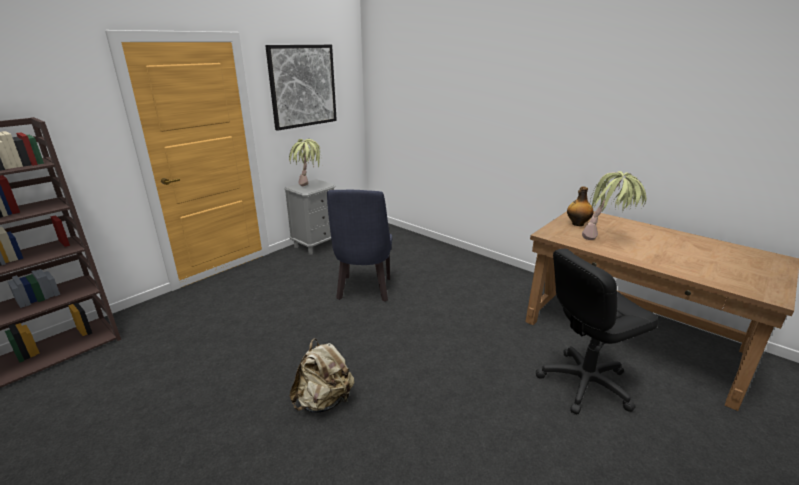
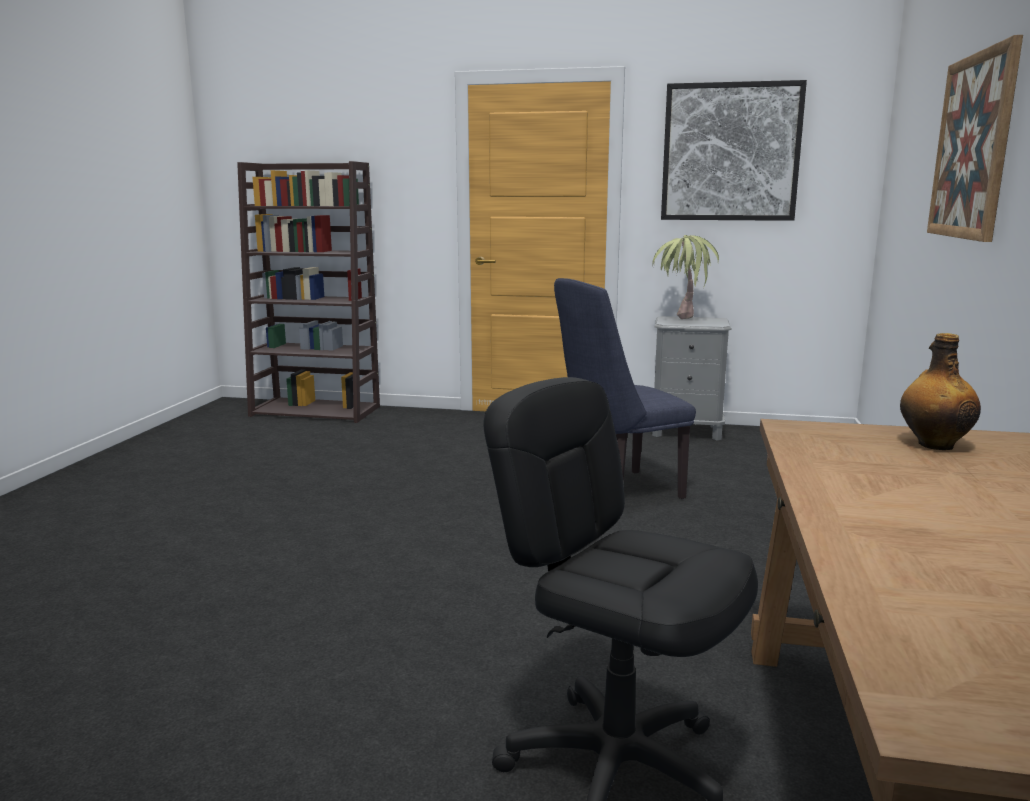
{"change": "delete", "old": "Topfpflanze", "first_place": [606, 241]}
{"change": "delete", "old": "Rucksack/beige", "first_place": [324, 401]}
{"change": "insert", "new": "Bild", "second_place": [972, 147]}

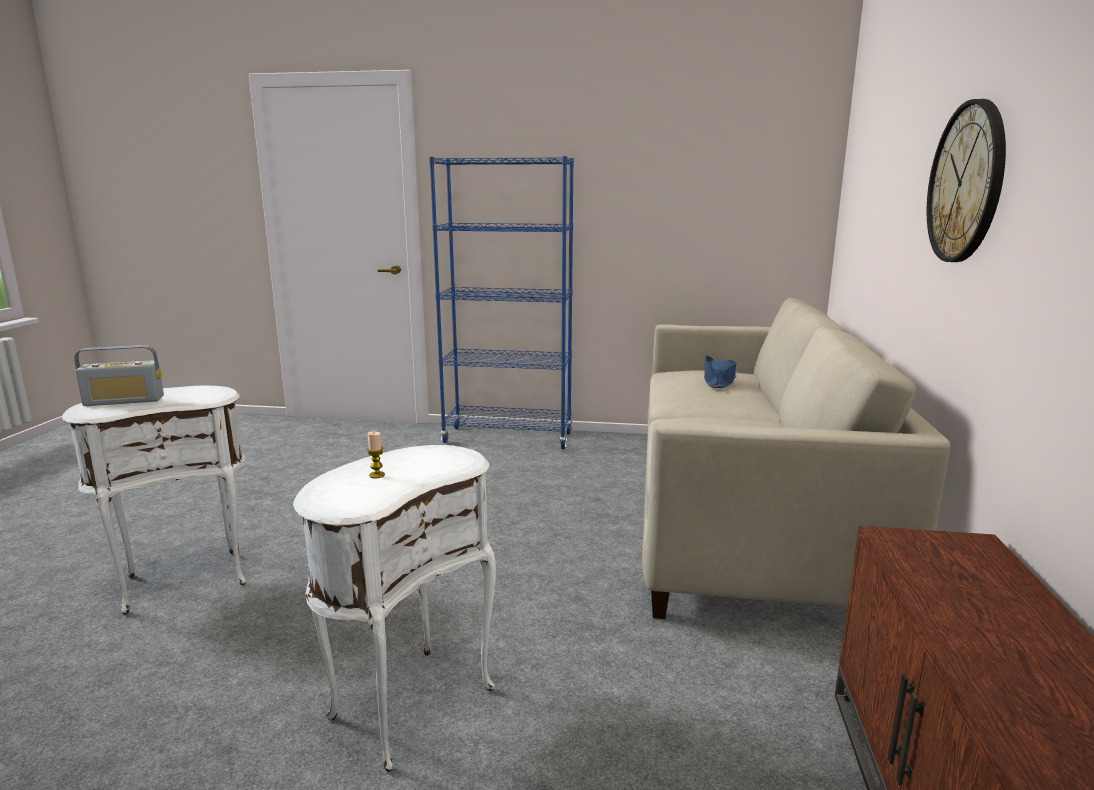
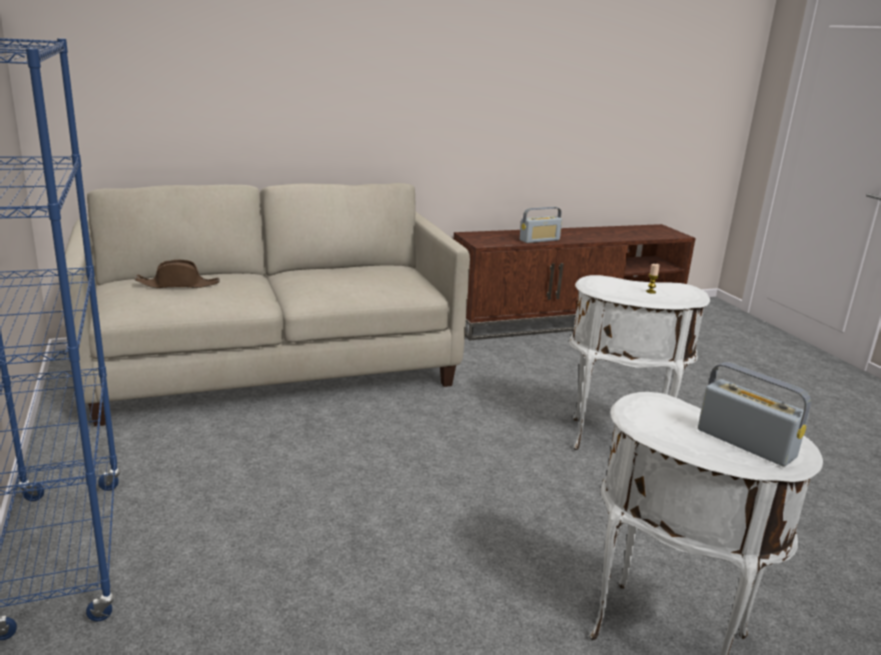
{"change": "delete", "old": "Wanduhr", "first_place": [966, 183]}
{"change": "recolor", "old": "Hut/blau", "new": "Hut/braun", "first_place": [718, 381], "second_place": [178, 285]}
{"change": "insert", "new": "Radio", "second_place": [539, 240]}

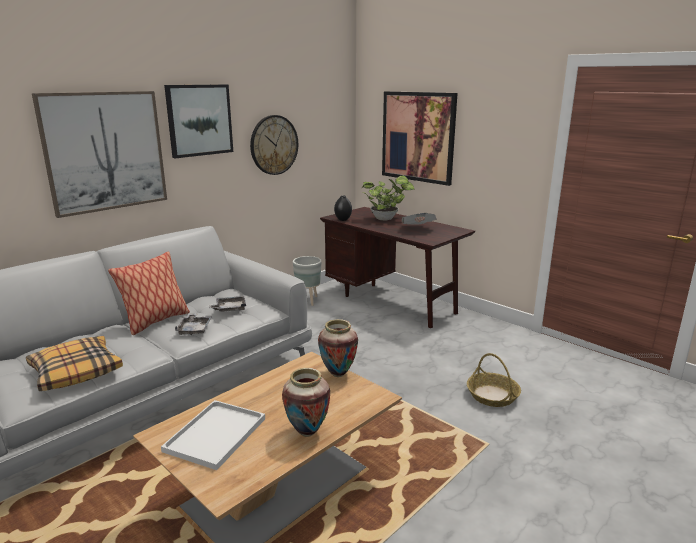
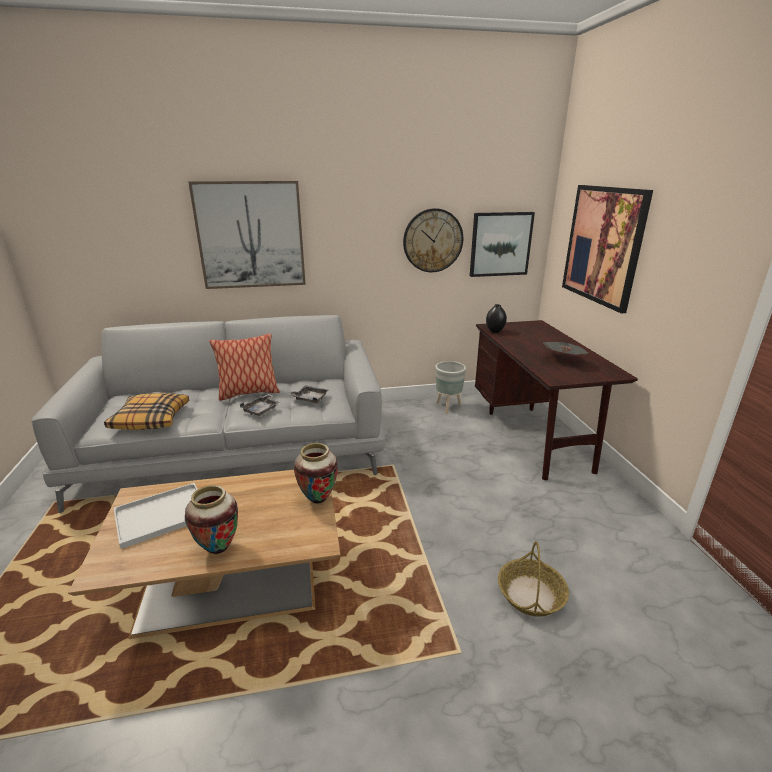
{"change": "move", "old": "Bild", "first_place": [199, 120], "second_place": [500, 244]}
{"change": "delete", "old": "Topfpflanze", "first_place": [386, 219]}

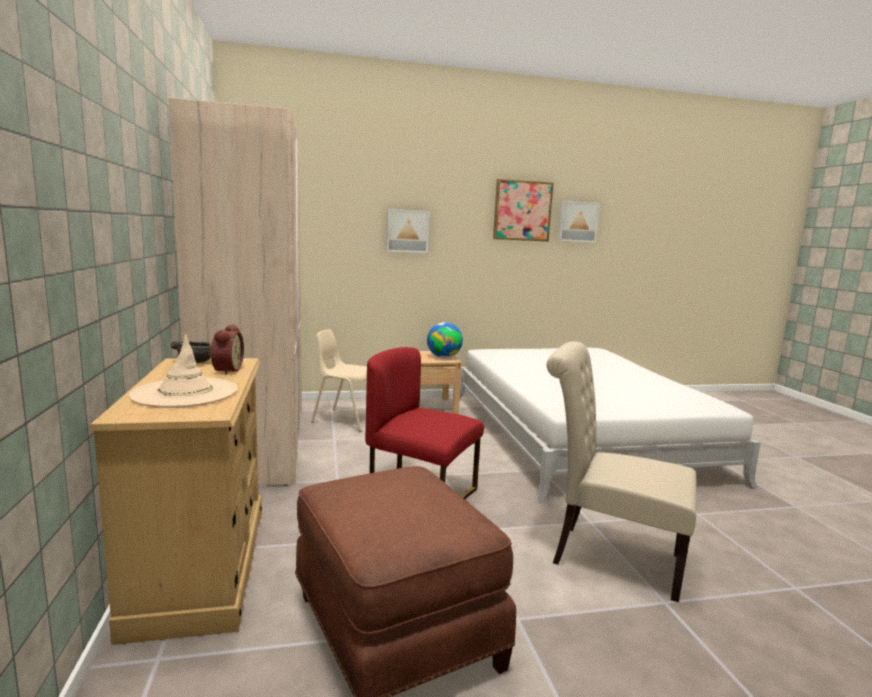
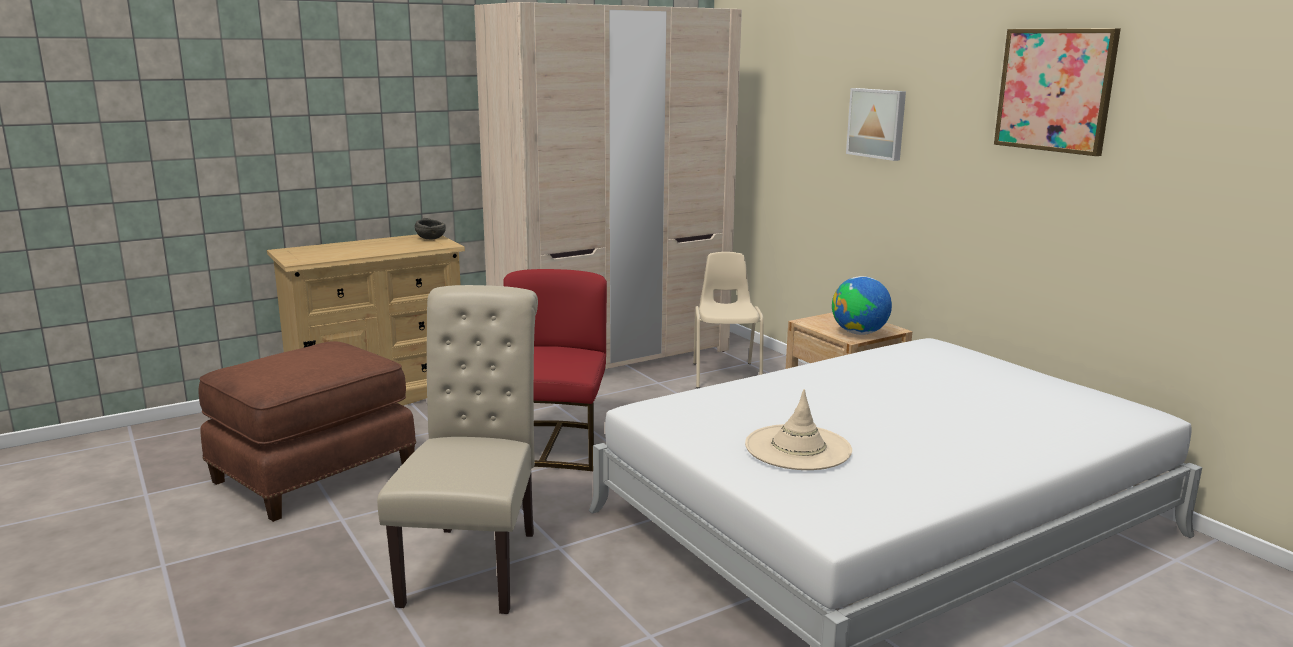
{"change": "delete", "old": "Bild", "first_place": [577, 221]}
{"change": "delete", "old": "Wecker", "first_place": [225, 370]}
{"change": "move", "old": "Hut/beige", "first_place": [185, 393], "second_place": [798, 448]}

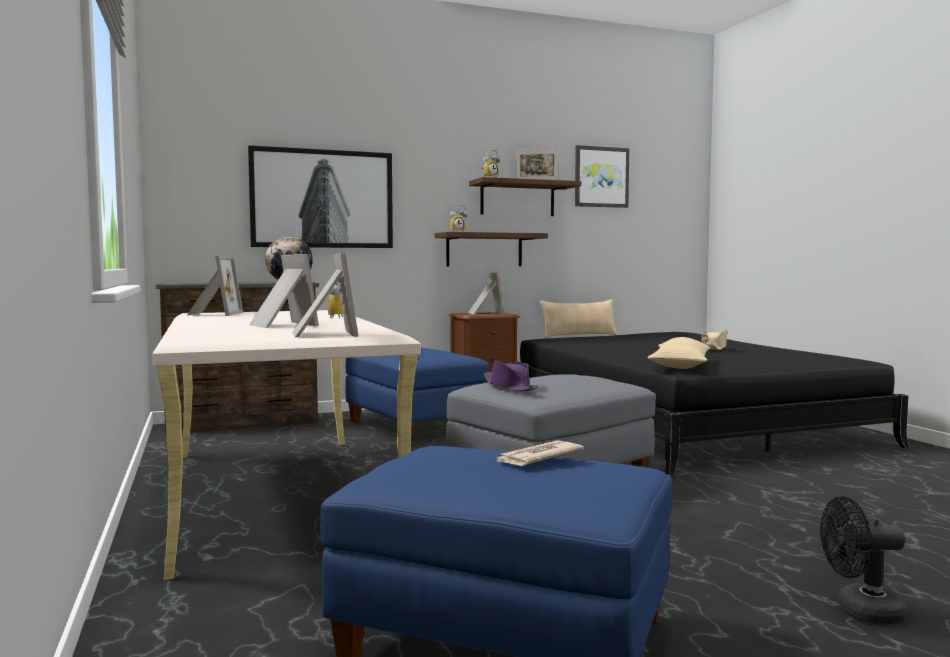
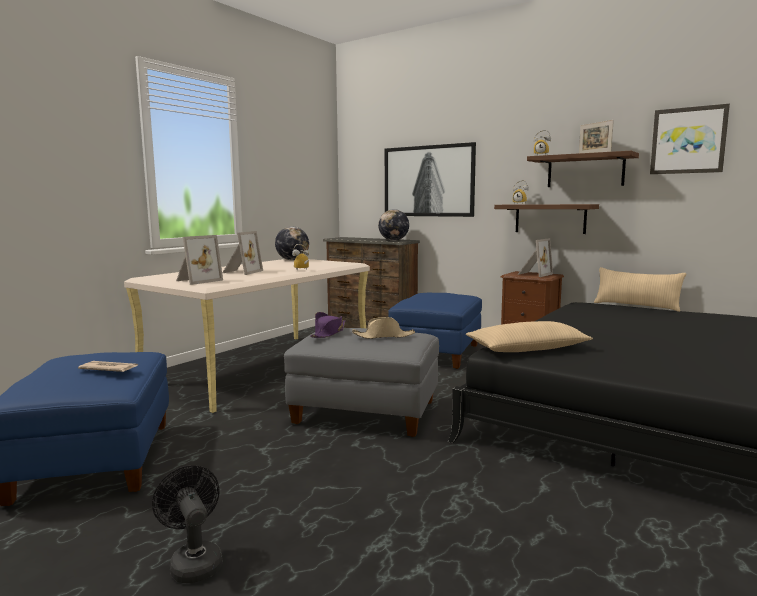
{"change": "replace", "old": "Bilderrahmen", "new": "Globus", "first_place": [213, 314], "second_place": [292, 260]}
{"change": "move", "old": "Hut/beige", "first_place": [714, 348], "second_place": [384, 336]}

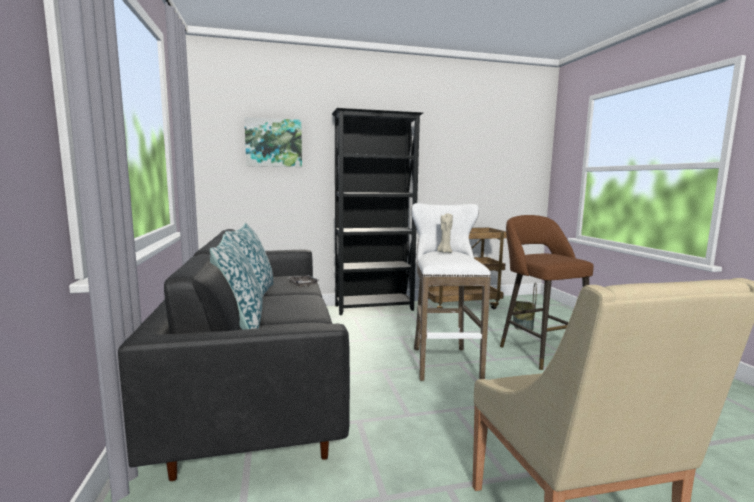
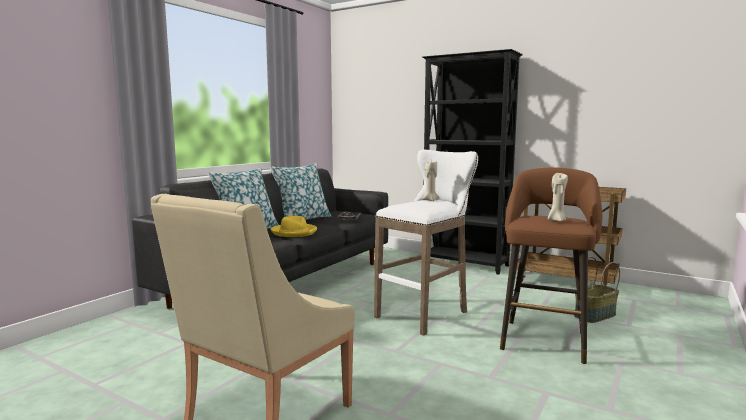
{"change": "delete", "old": "Bild", "first_place": [274, 143]}
{"change": "insert", "new": "Kerze/beige", "second_place": [556, 220]}
{"change": "insert", "new": "Hut/gelb", "second_place": [294, 232]}

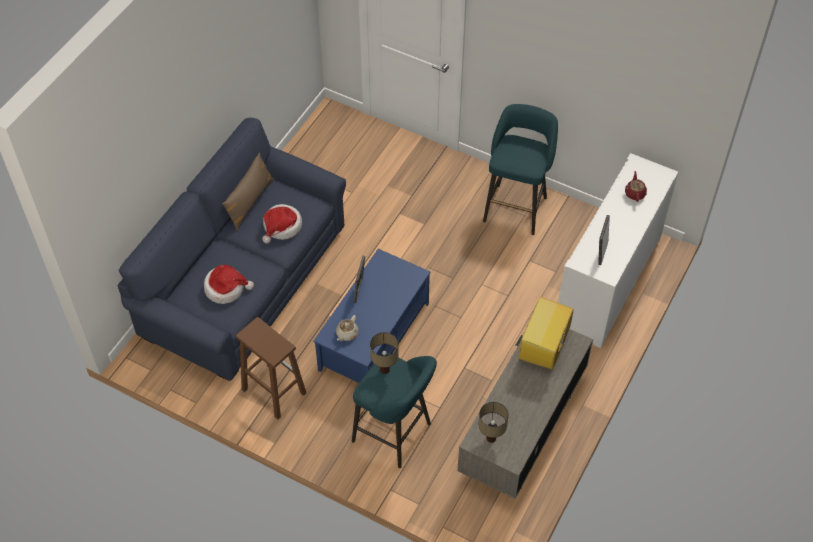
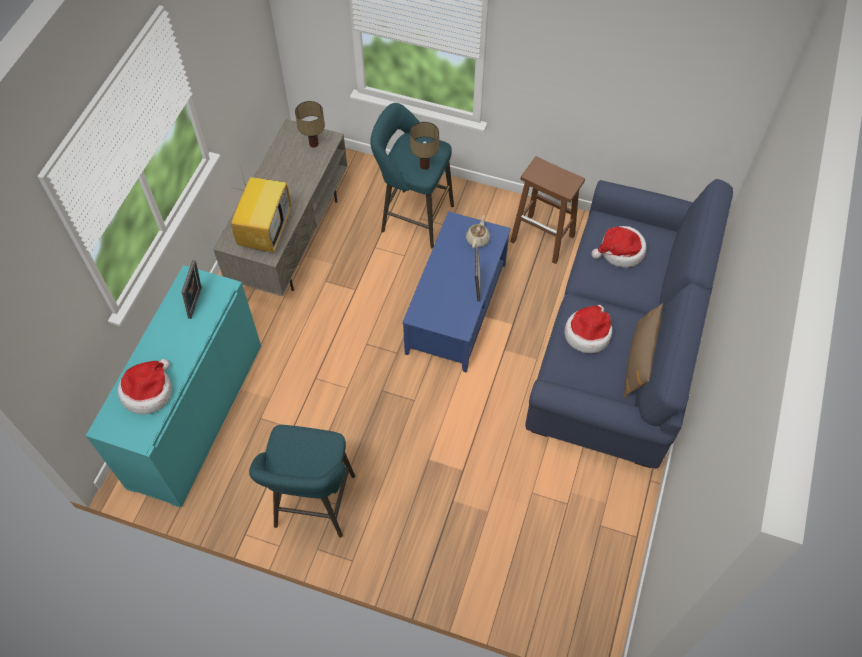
{"change": "recolor", "old": "Schrank/weiß", "new": "Schrank/türkis", "first_place": [608, 281], "second_place": [196, 415]}
{"change": "replace", "old": "Teekanne/rot", "new": "Hut", "first_place": [635, 193], "second_place": [148, 391]}

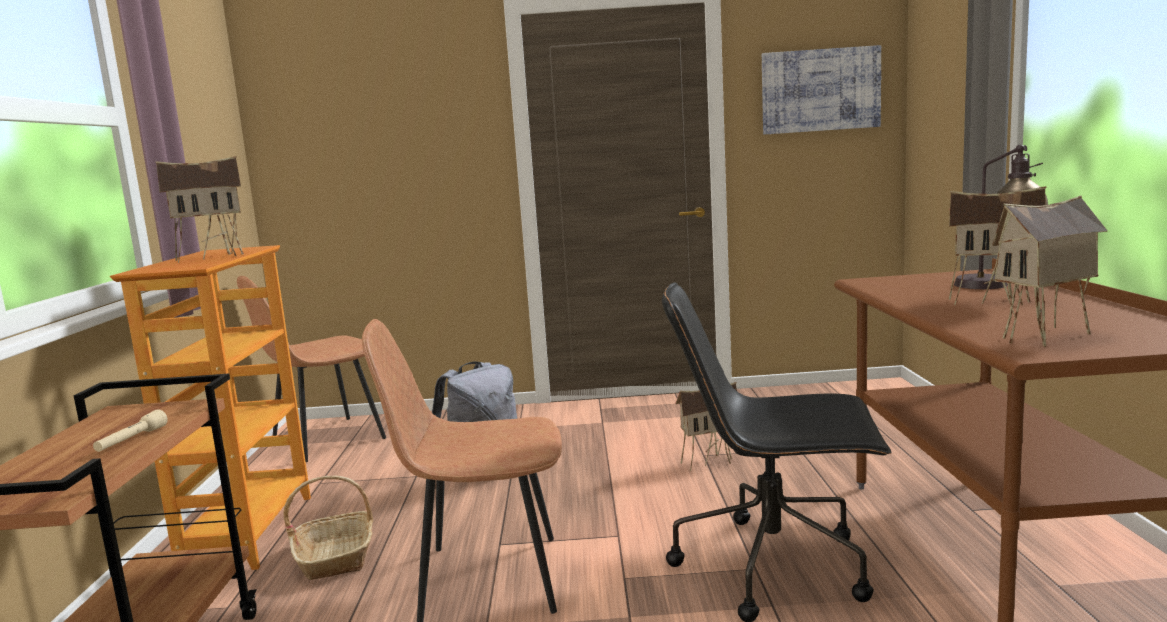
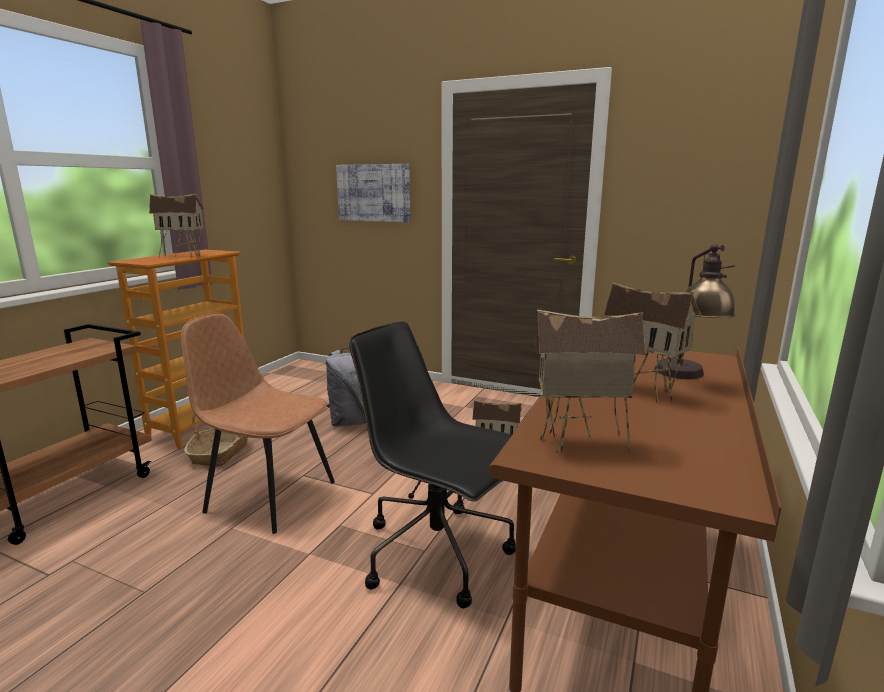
{"change": "move", "old": "Bild", "first_place": [820, 90], "second_place": [373, 193]}
{"change": "delete", "old": "Stuhl/braun", "first_place": [325, 440]}
{"change": "delete", "old": "Taschenlampe/beige", "first_place": [131, 440]}

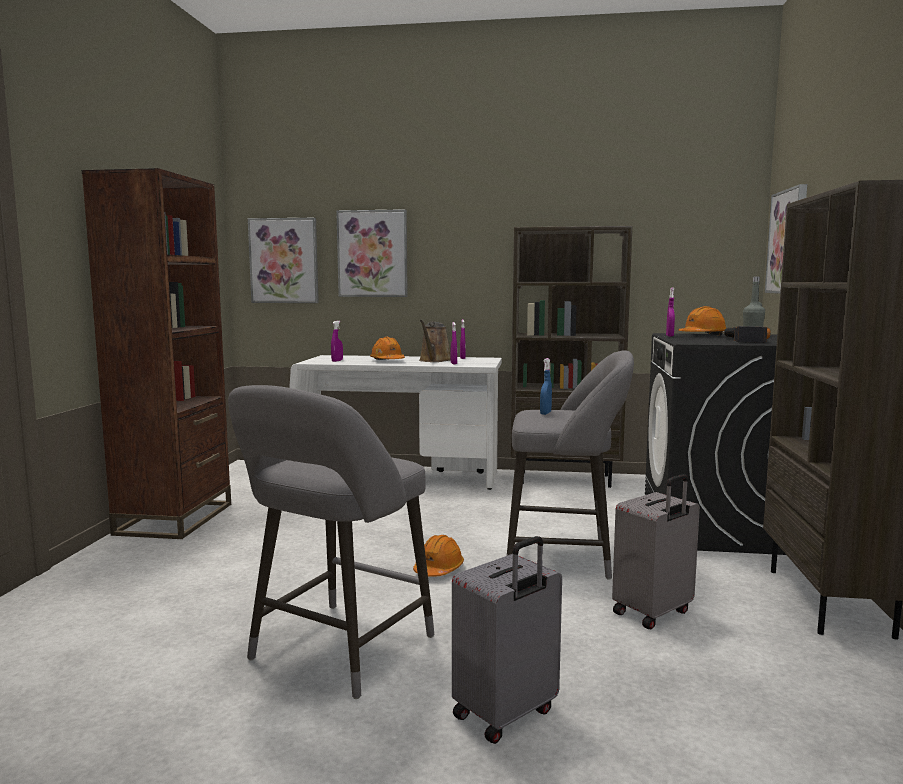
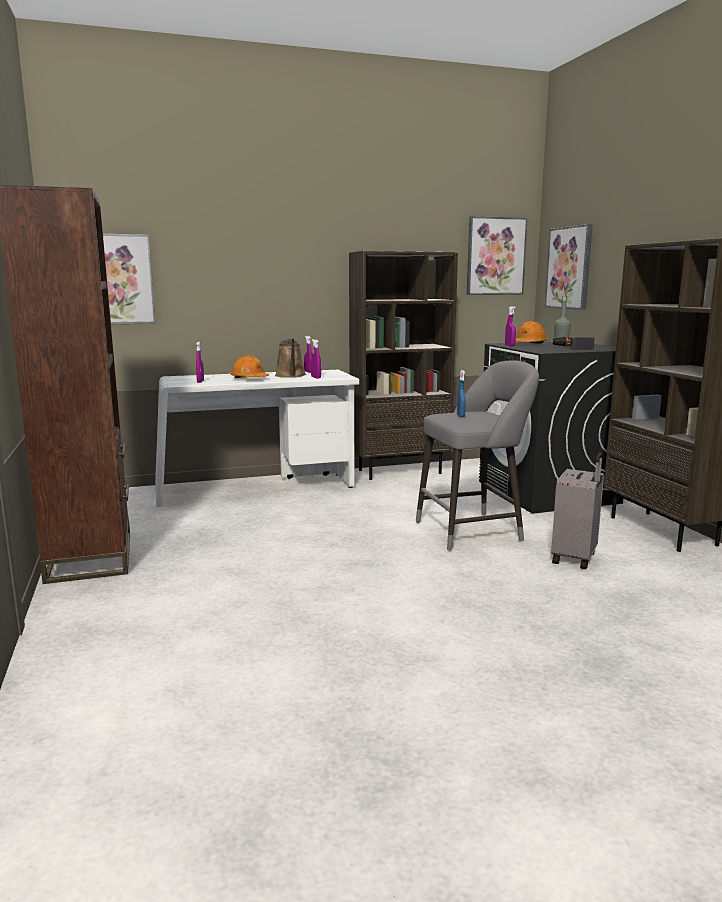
{"change": "move", "old": "Bild", "first_place": [372, 254], "second_place": [495, 256]}
{"change": "delete", "old": "Hocker/grau", "first_place": [336, 653]}
{"change": "delete", "old": "Schutzhelm/orange", "first_place": [438, 569]}
{"change": "delete", "old": "Koffer/grau", "first_place": [506, 714]}

